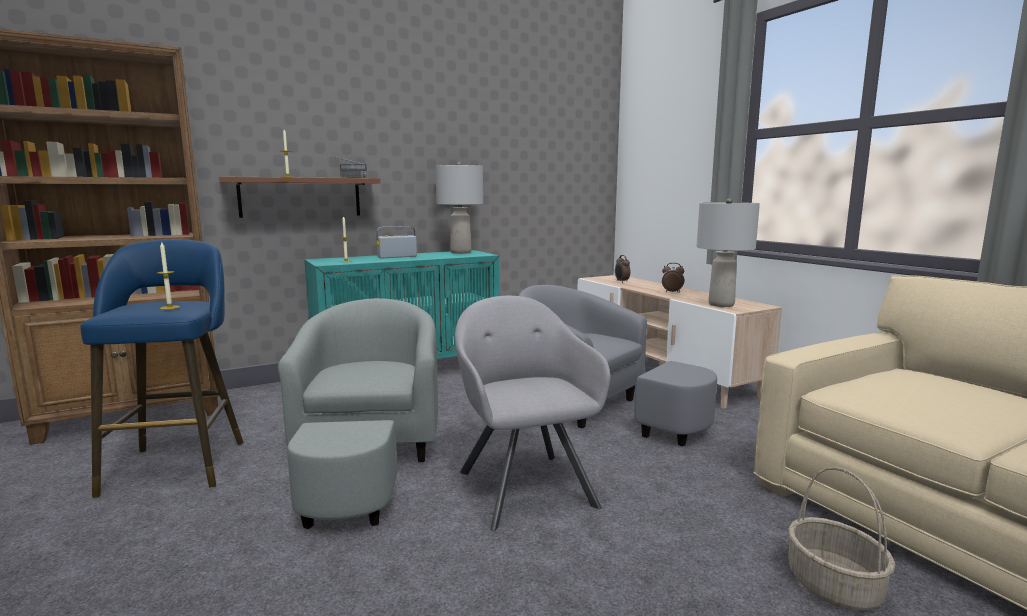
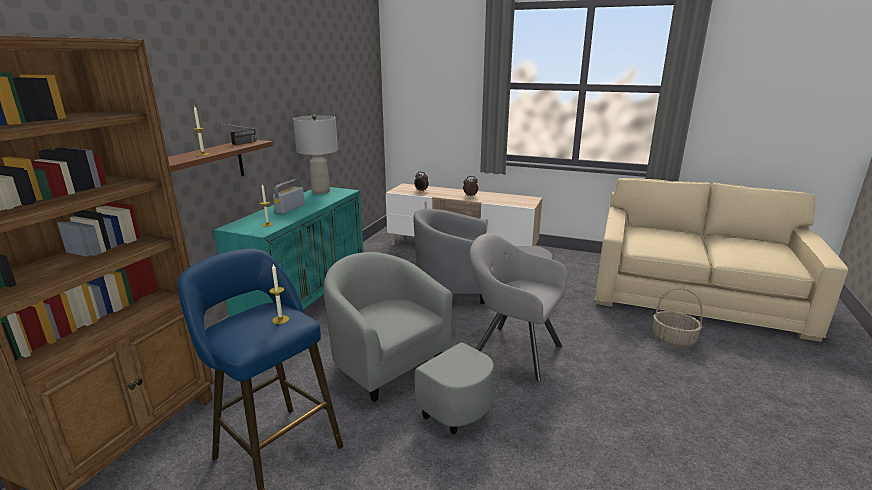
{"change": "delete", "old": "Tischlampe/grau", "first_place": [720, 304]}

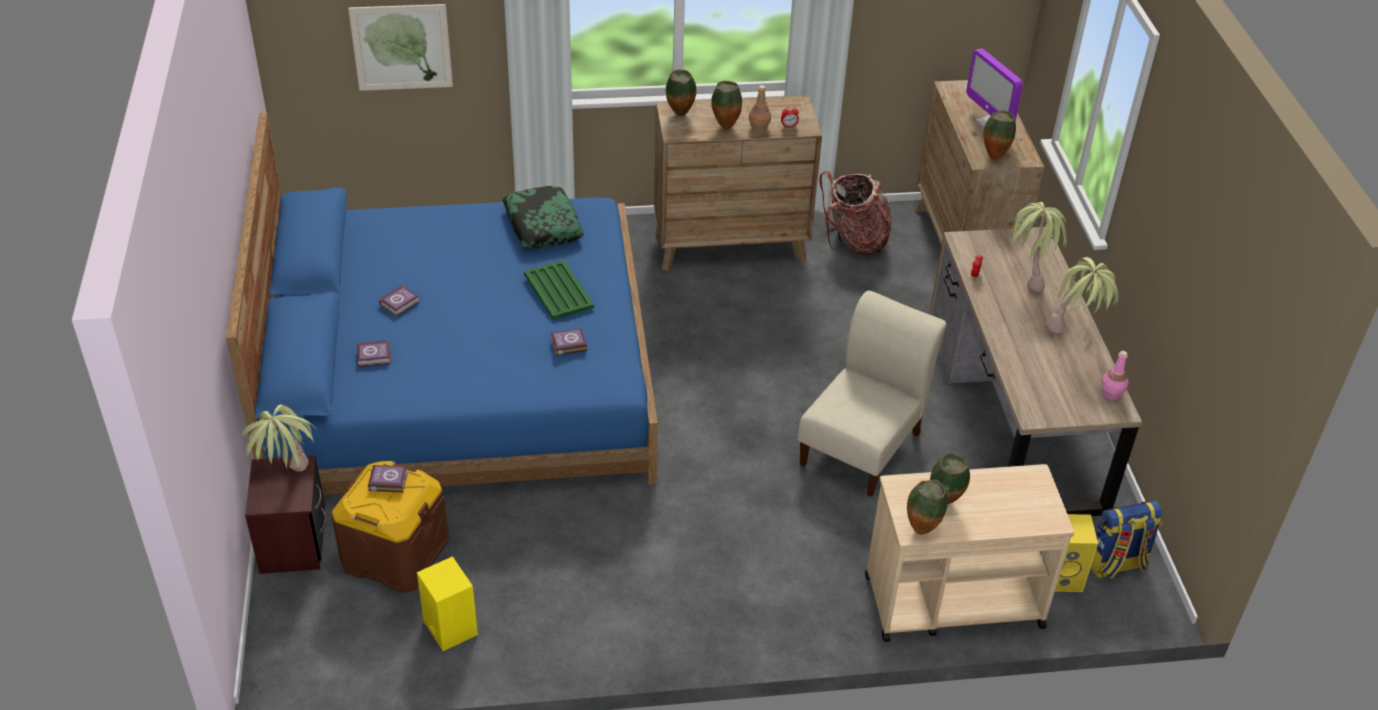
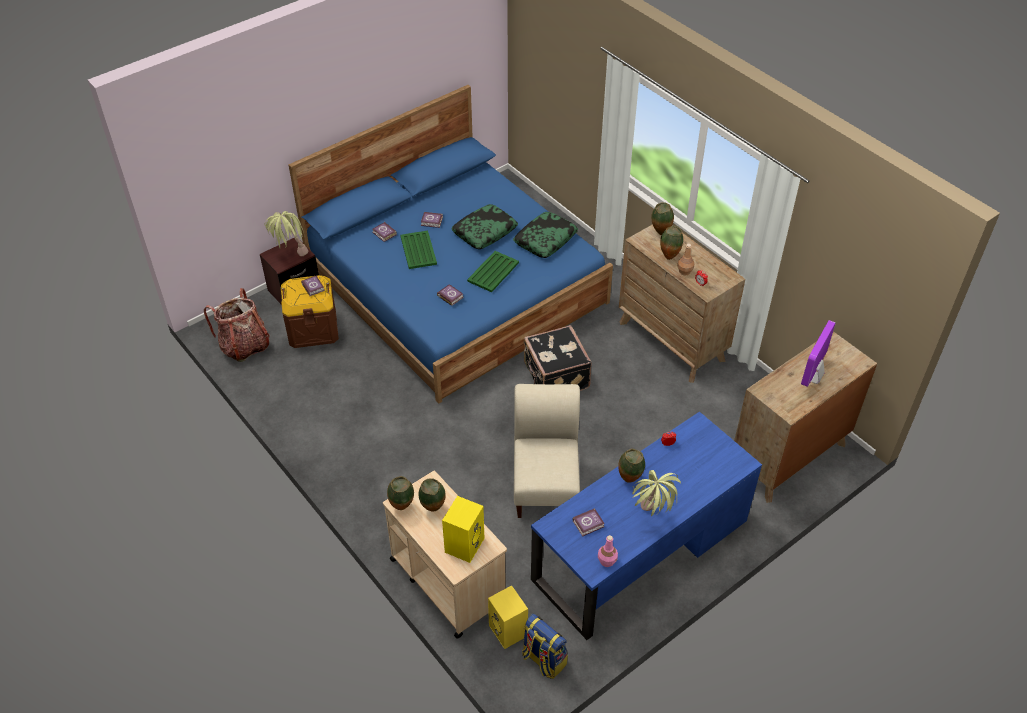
{"change": "delete", "old": "Bild", "first_place": [401, 47]}
{"change": "move", "old": "Vase", "first_place": [994, 156], "second_place": [629, 479]}
{"change": "move", "old": "Rucksack", "first_place": [854, 241], "second_place": [244, 346]}
{"change": "delete", "old": "Topfpflanze", "first_place": [1027, 277]}
{"change": "recolor", "old": "Schreibtisch/braun", "new": "Schreibtisch/blau", "first_place": [1013, 415], "second_place": [640, 550]}
{"change": "rotate", "old": "Stuhl/beige", "first_place": [863, 445], "second_place": [546, 483], "degrees": -90}
{"change": "move", "old": "Lautsprecher/gelb", "first_place": [449, 627], "second_place": [464, 544]}
{"change": "insert", "new": "Kissen", "second_place": [484, 232]}
{"change": "insert", "new": "Tablett/grün", "second_place": [418, 250]}
{"change": "insert", "new": "Koffer/schwarz", "second_place": [555, 376]}
{"change": "insert", "new": "Buch", "second_place": [589, 524]}

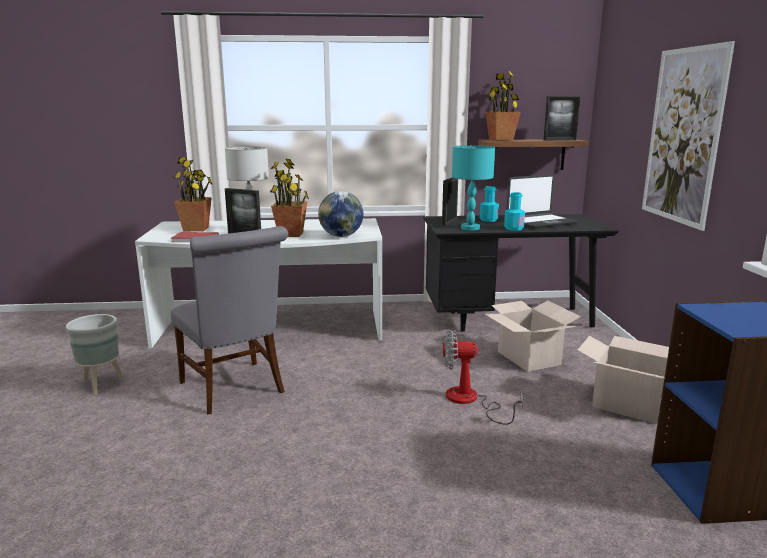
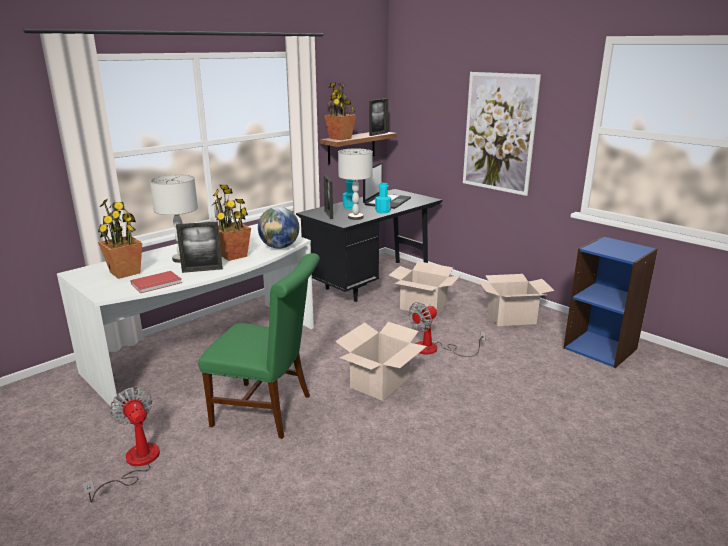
{"change": "recolor", "old": "Tischlampe/türkis", "new": "Tischlampe/grau", "first_place": [470, 228], "second_place": [355, 217]}
{"change": "recolor", "old": "Stuhl/grau", "new": "Stuhl/grün", "first_place": [235, 389], "second_place": [268, 410]}
{"change": "replace", "old": "Pflanzkübel/grau", "new": "Ventilator", "first_place": [100, 385], "second_place": [135, 463]}
{"change": "insert", "new": "Karton", "second_place": [379, 382]}

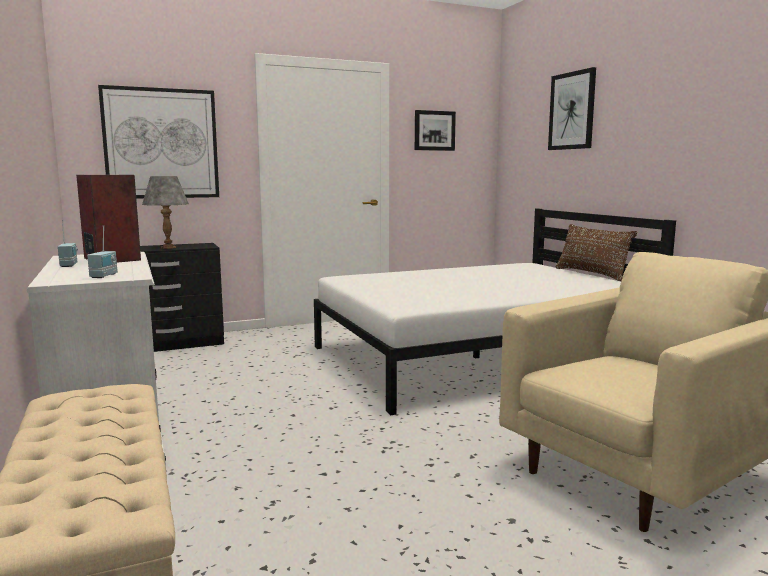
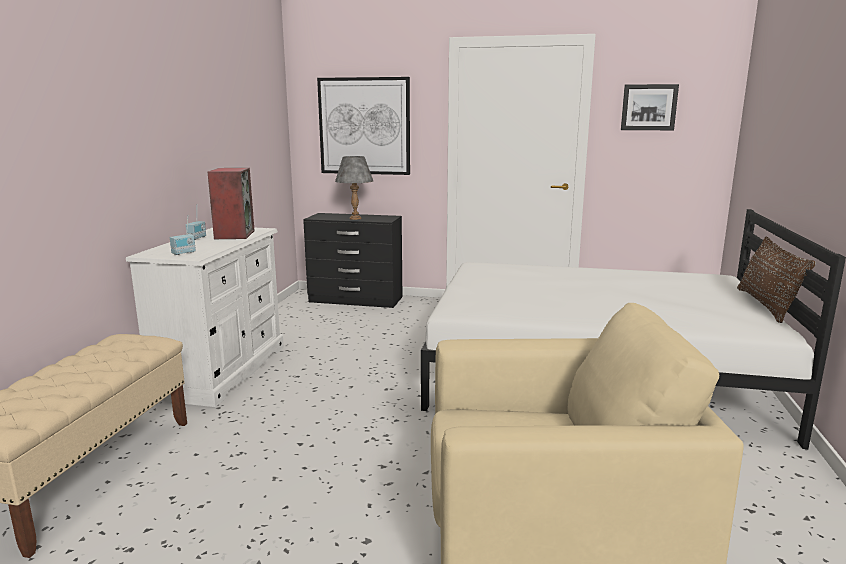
{"change": "delete", "old": "Bild", "first_place": [572, 111]}

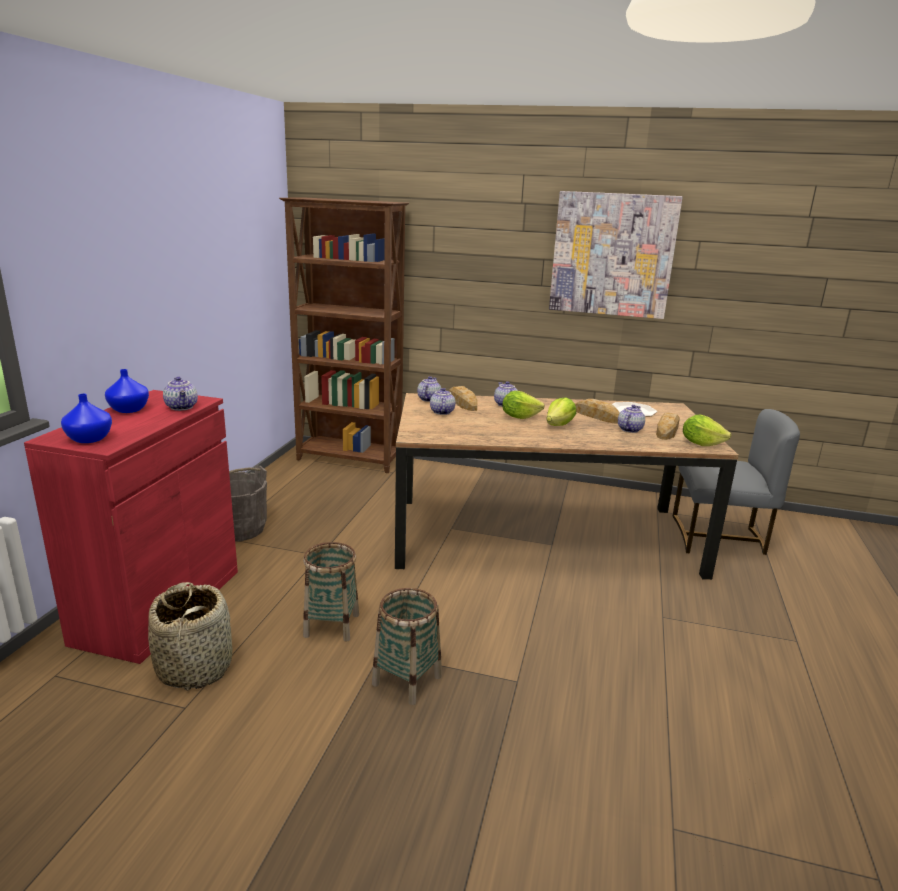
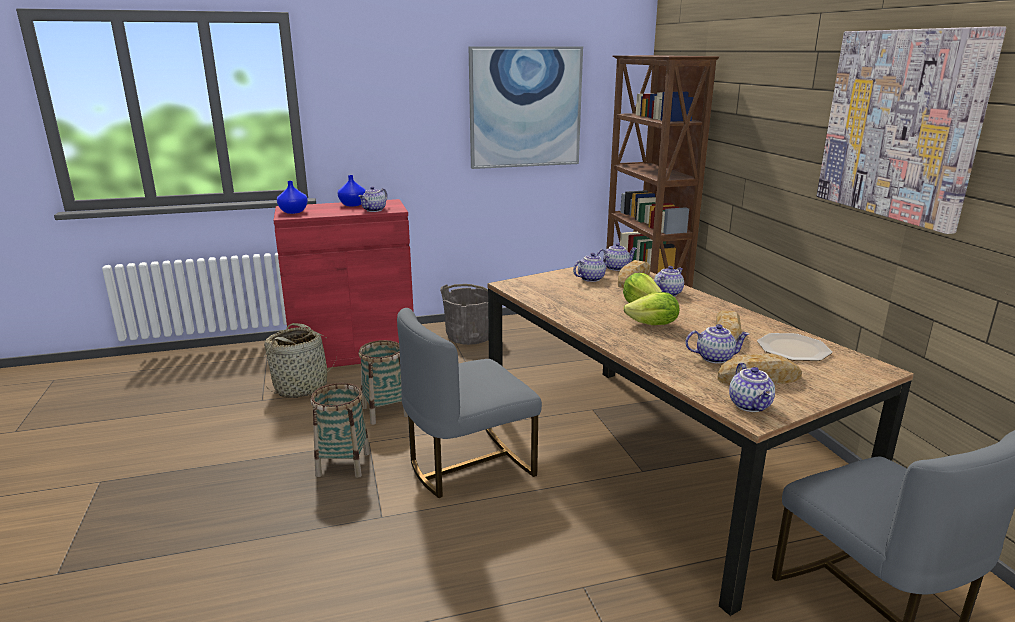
{"change": "replace", "old": "Salatkopf", "new": "Teekanne", "first_place": [701, 443], "second_place": [751, 405]}
{"change": "insert", "new": "Bild", "second_place": [525, 107]}
{"change": "insert", "new": "Stuhl/grau", "second_place": [468, 465]}

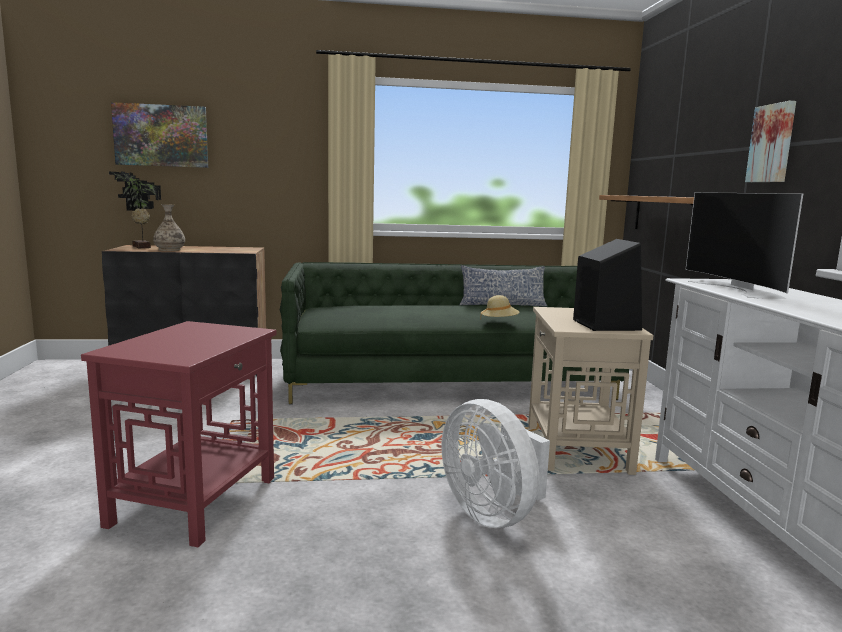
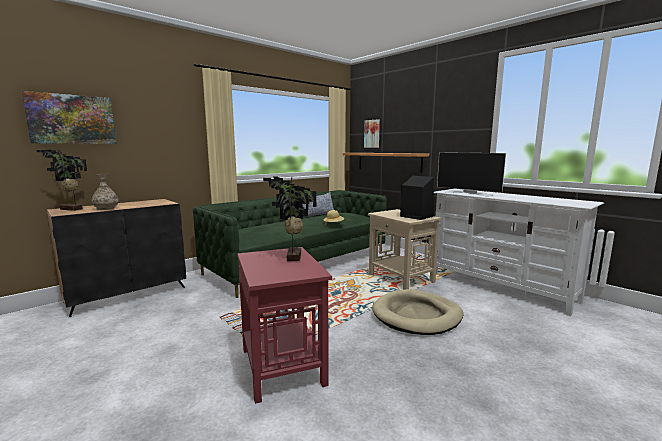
{"change": "move", "old": "Bild", "first_place": [772, 143], "second_place": [372, 133]}
{"change": "replace", "old": "Ventilator/weiß", "new": "Hundebett/beige", "first_place": [493, 513], "second_place": [417, 315]}
{"change": "insert", "new": "Topfpflanze", "second_place": [292, 257]}

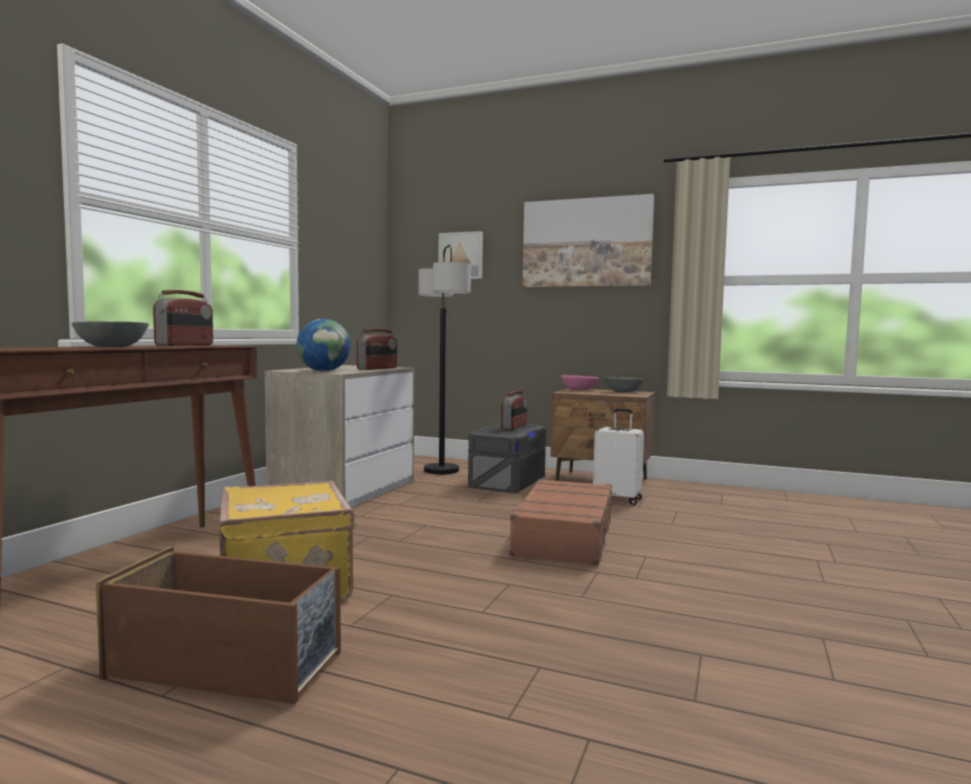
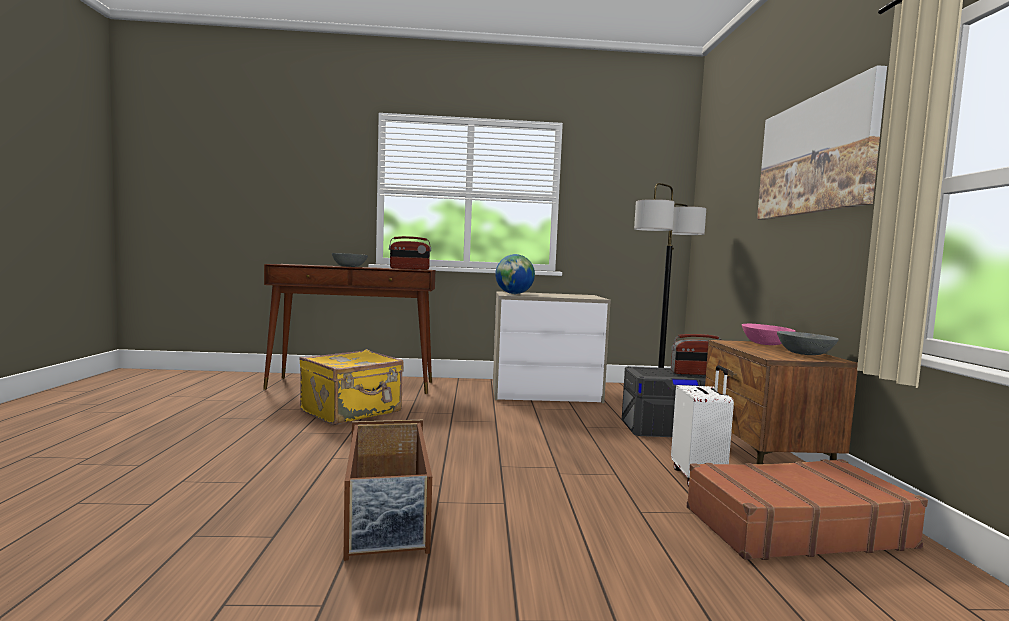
{"change": "delete", "old": "Bild", "first_place": [461, 256]}
{"change": "delete", "old": "Radio", "first_place": [377, 369]}
{"change": "move", "old": "Koffer/braun", "first_place": [563, 536], "second_place": [795, 527]}
{"change": "move", "old": "Aufbewahrungsbox/braun", "first_place": [228, 665], "second_place": [387, 516]}

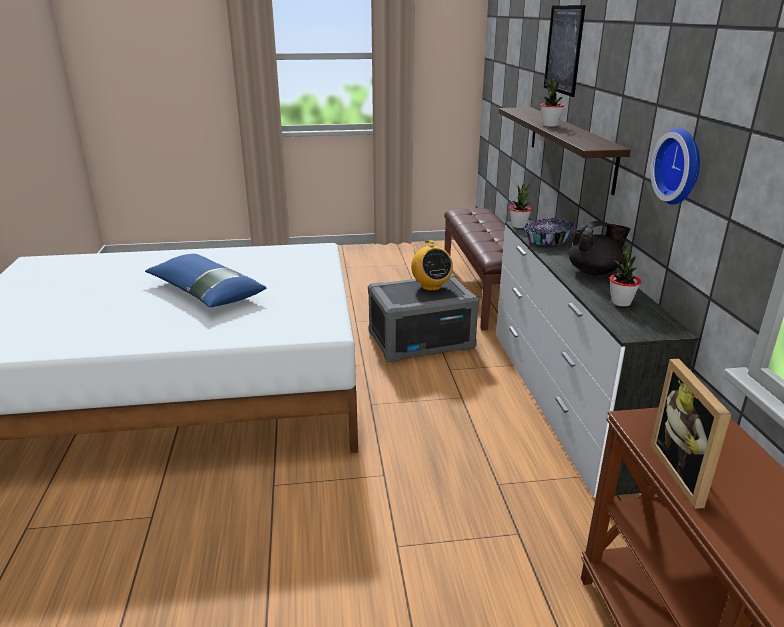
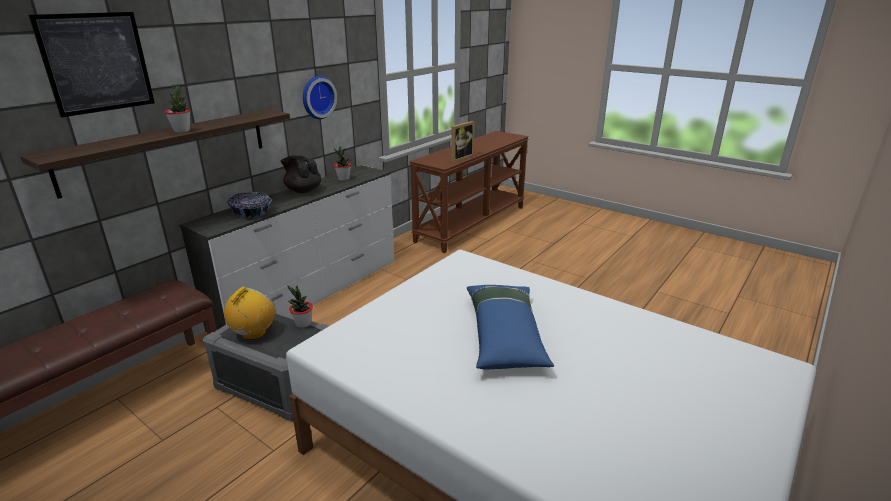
{"change": "move", "old": "Topfpflanze", "first_place": [518, 226], "second_place": [303, 324]}

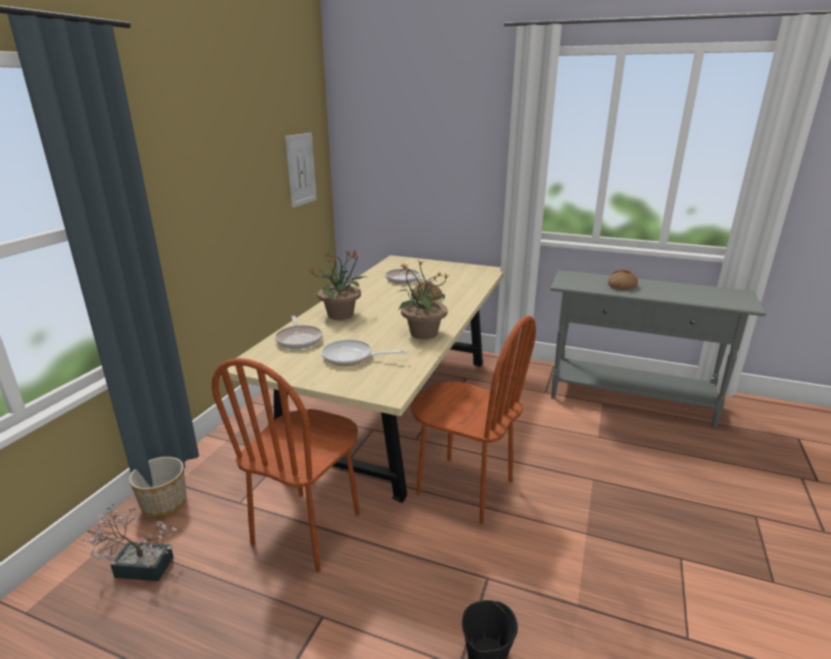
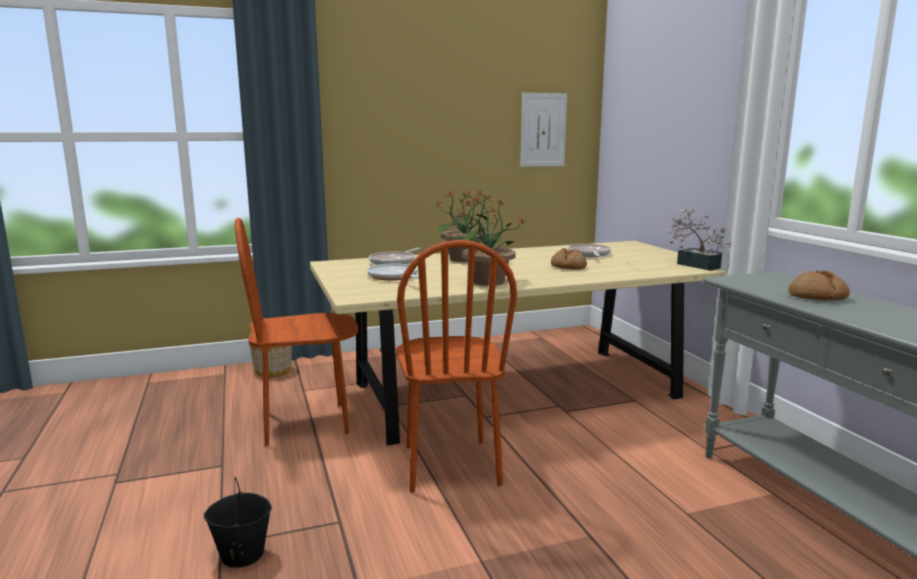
{"change": "move", "old": "Topfpflanze", "first_place": [138, 566], "second_place": [696, 264]}

